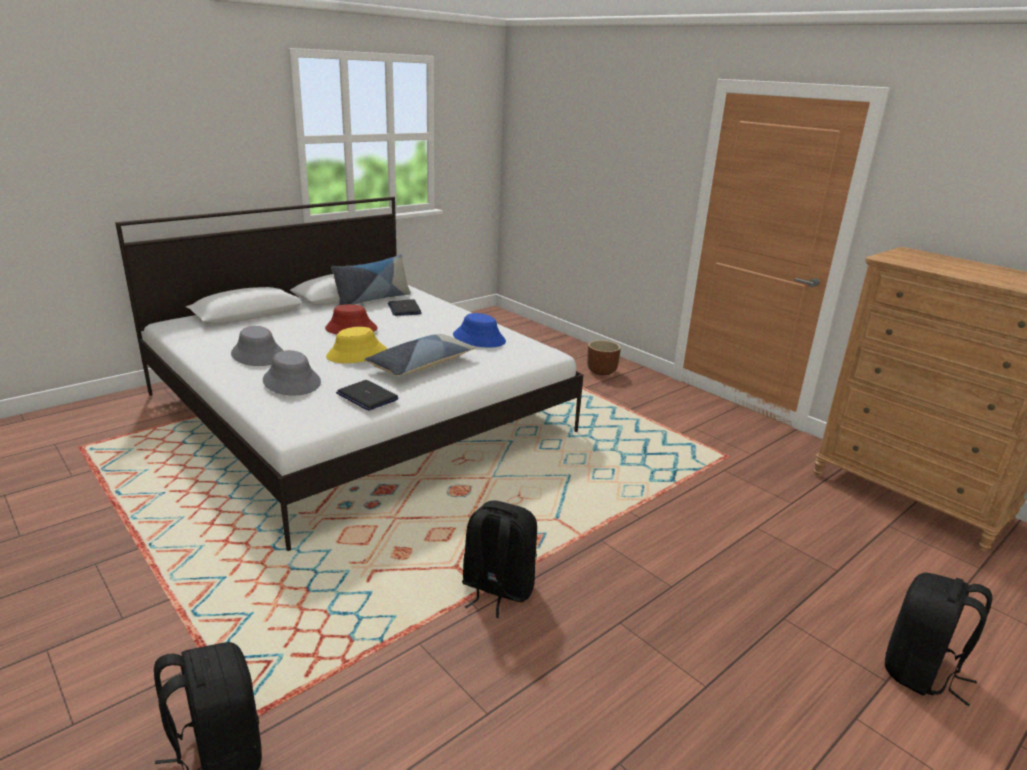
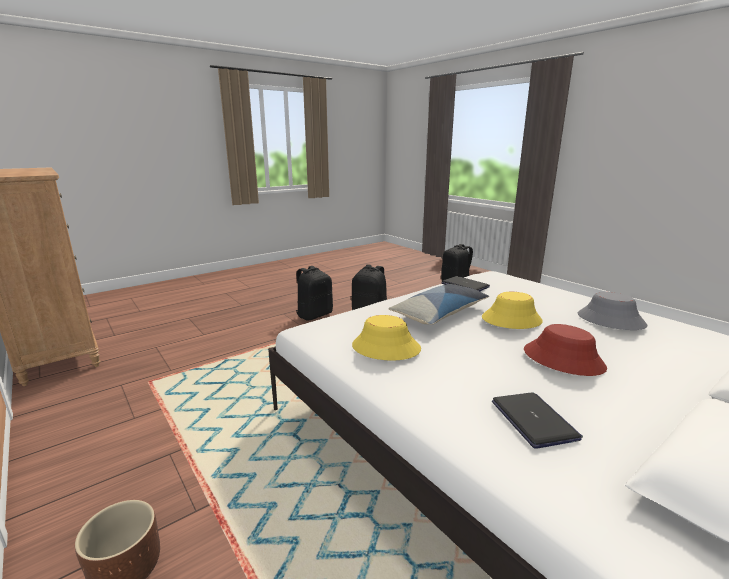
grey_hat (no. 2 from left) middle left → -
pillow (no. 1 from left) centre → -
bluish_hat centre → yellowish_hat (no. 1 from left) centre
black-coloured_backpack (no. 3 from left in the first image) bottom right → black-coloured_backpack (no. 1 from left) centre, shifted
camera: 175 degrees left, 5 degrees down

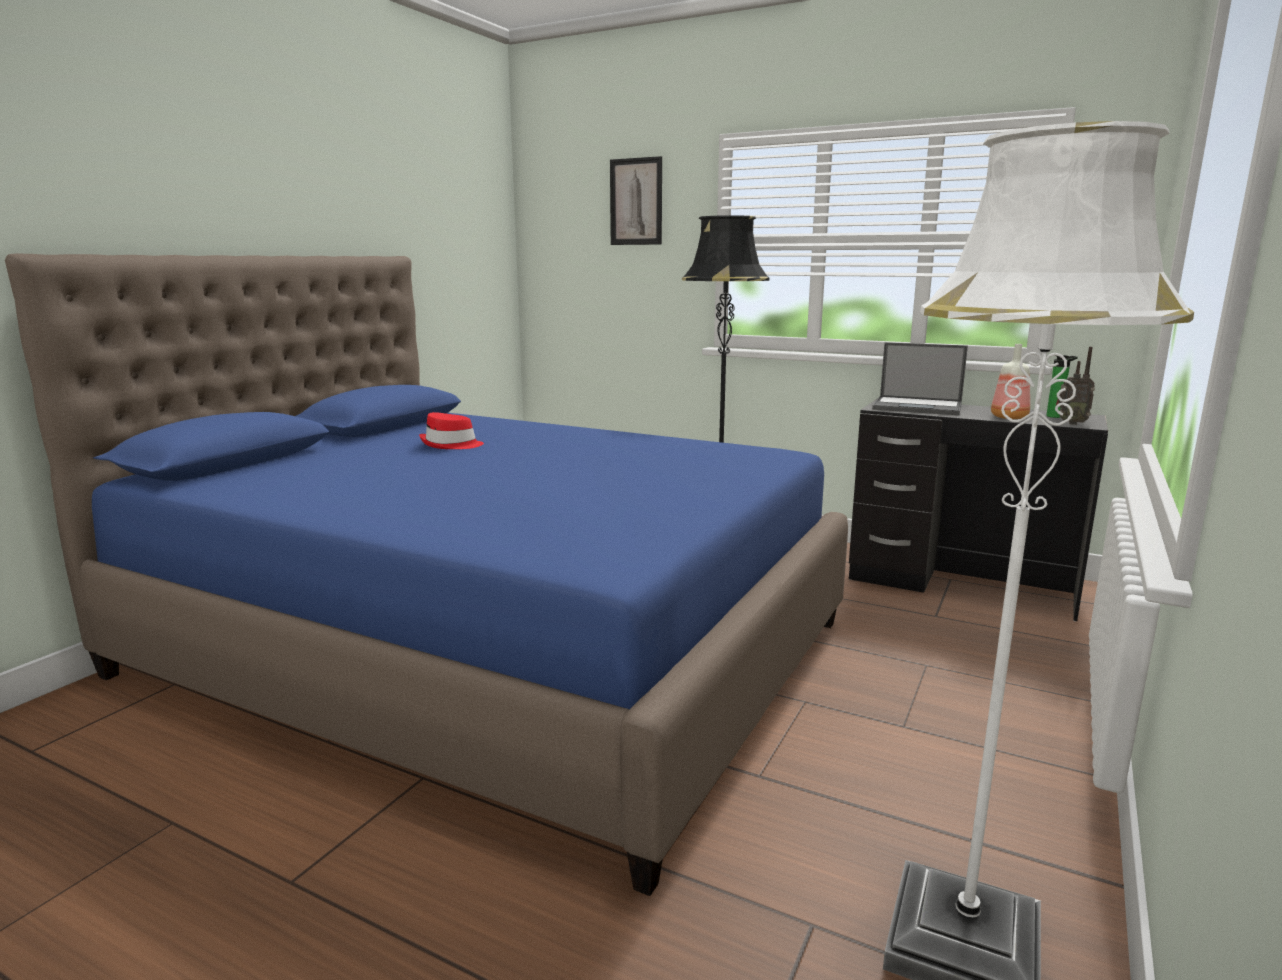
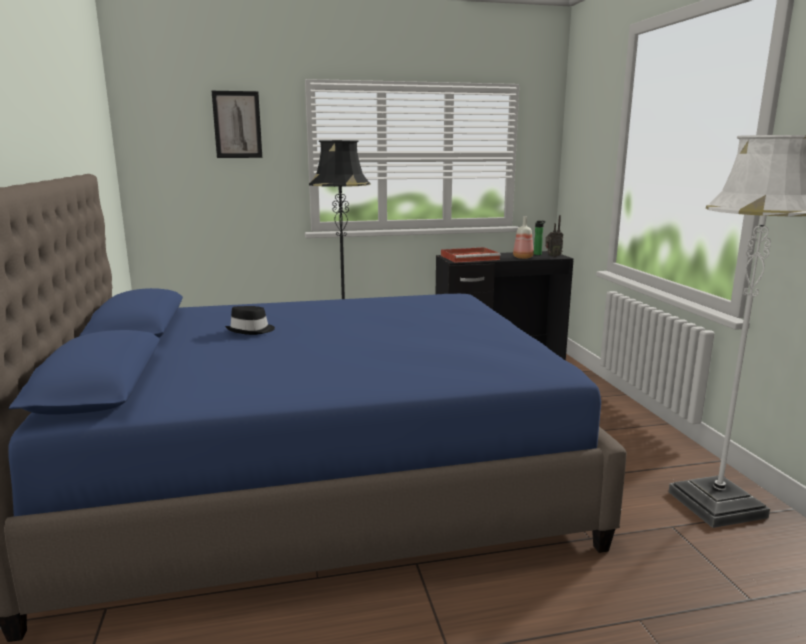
red_hat centre → black-coloured_hat middle left
portable_computer middle right → red_carrying_tray centre
camera: 40 degrees left, 0 degrees up

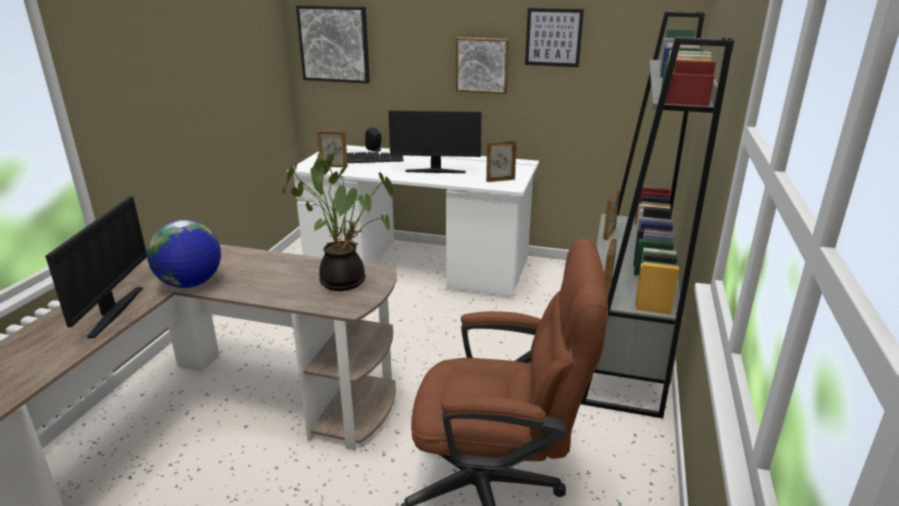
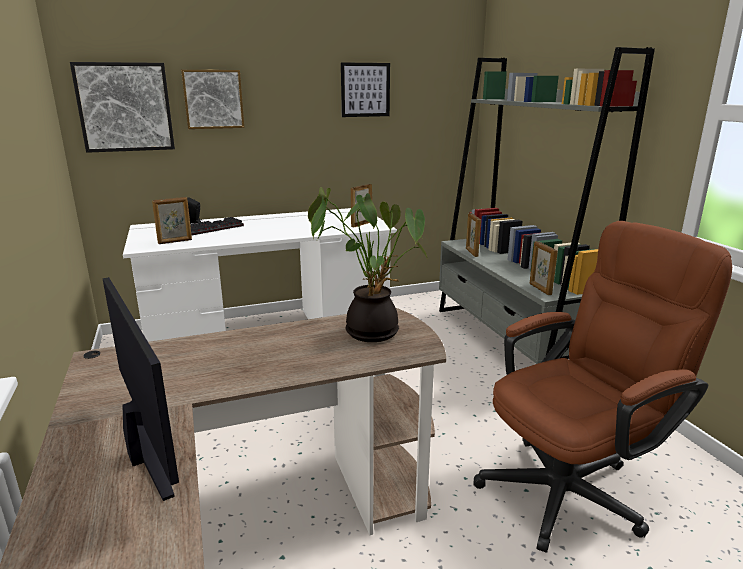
world_globe middle left → -
computer_screen (no. 2 from left) top centre → -
wall_art (no. 2 from left) top centre → wall_art (no. 2 from left) top left, shifted
camera: 35 degrees left, 5 degrees down

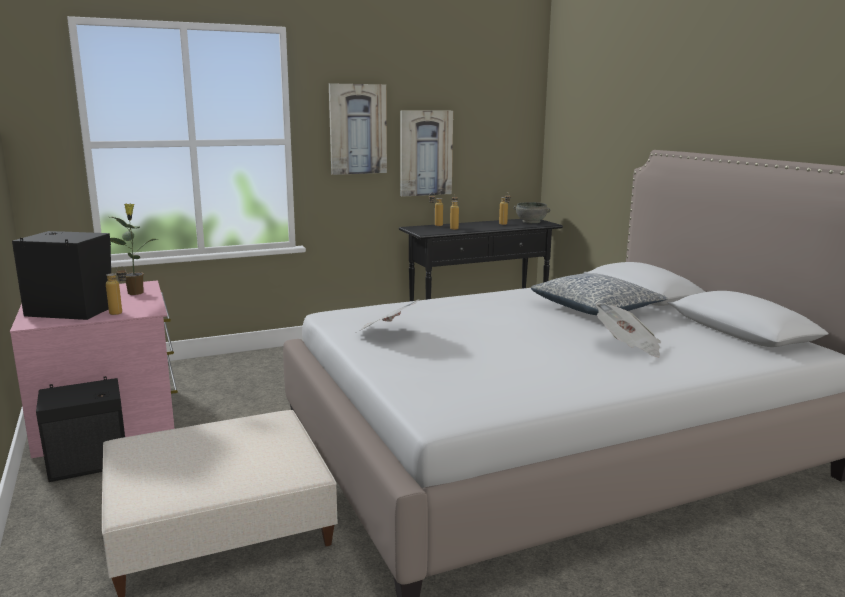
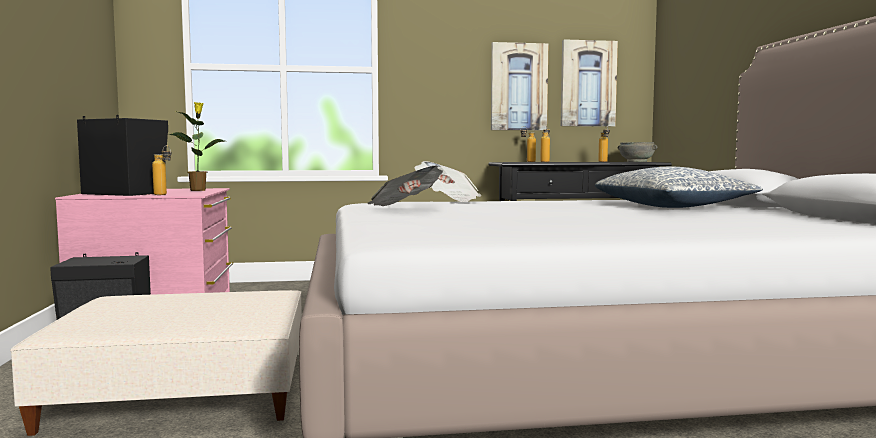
wall_art (no. 1 from left in the first image) top centre → wall_art (no. 2 from left) top right, shifted
newspaper (no. 2 from left) middle right → newspaper (no. 2 from left) centre, shifted
camera: 15 degrees right, 10 degrees down

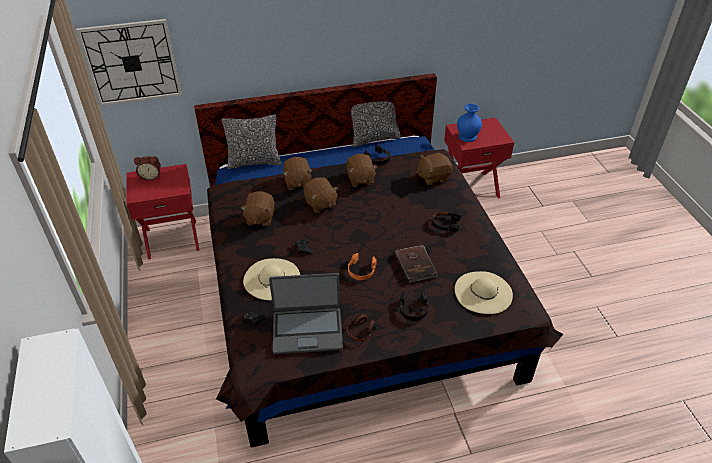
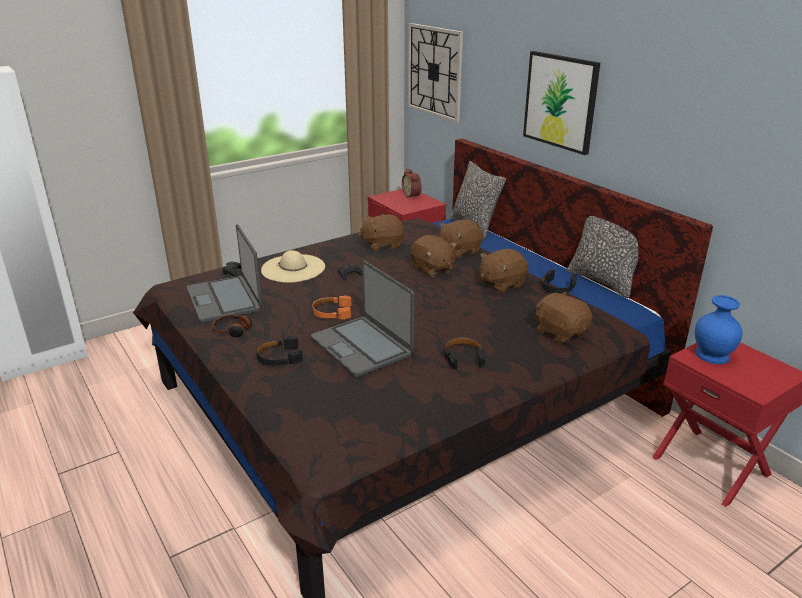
brown-coloured_cuddly_toy (no. 3 from left in the first image) centre → brown-coloured_cuddly_toy (no. 2 from left) centre, 75 degrees counterclockwise
brown-coloured_volume centre → portable_computer (no. 2 from left) centre
sand-coloured_hat (no. 2 from left) middle right → -
- → wall_art top right
camera: 70 degrees right, 15 degrees down

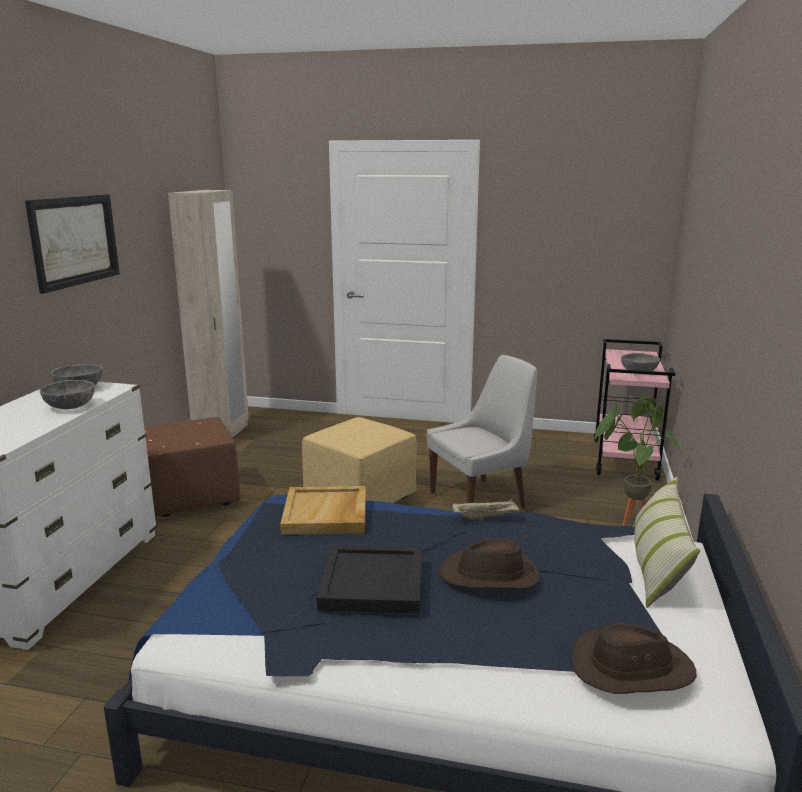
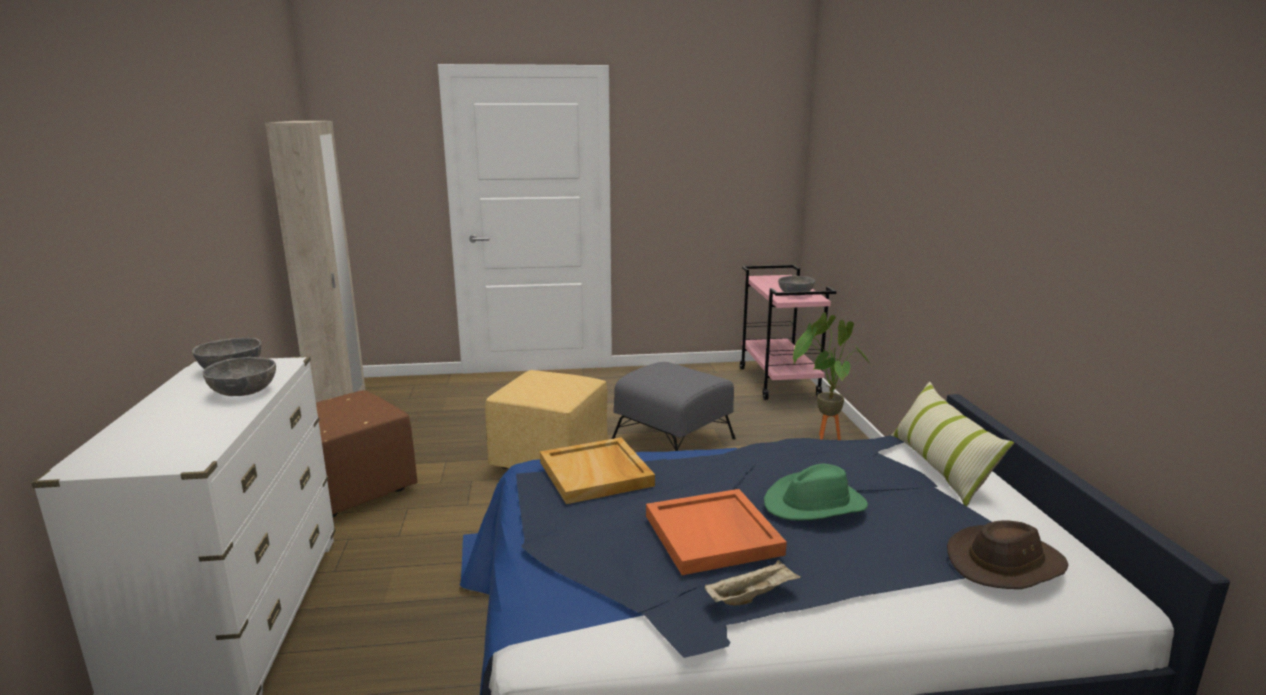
wall_art top left → -
black-coloured_carrying_tray bottom centre → orange-coloured_carrying_tray bottom centre
whitish_chair centre → grey_pouffe centre
brown-coloured_hat (no. 1 from left) bottom centre → greenish_hat bottom centre
sand-coloured_carrying_tray (no. 2 from left) centre → sand-coloured_carrying_tray (no. 2 from left) bottom centre, shifted
camera: 20 degrees left, 0 degrees up

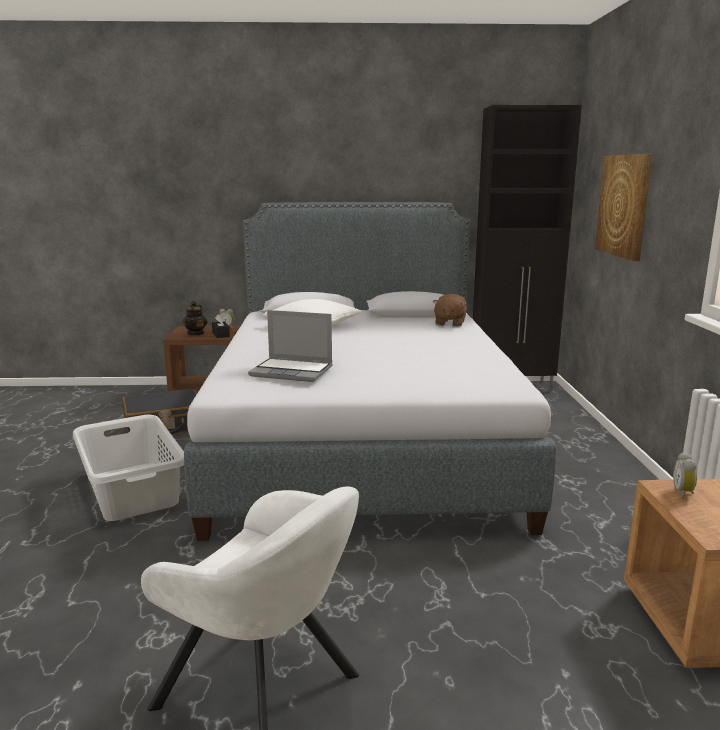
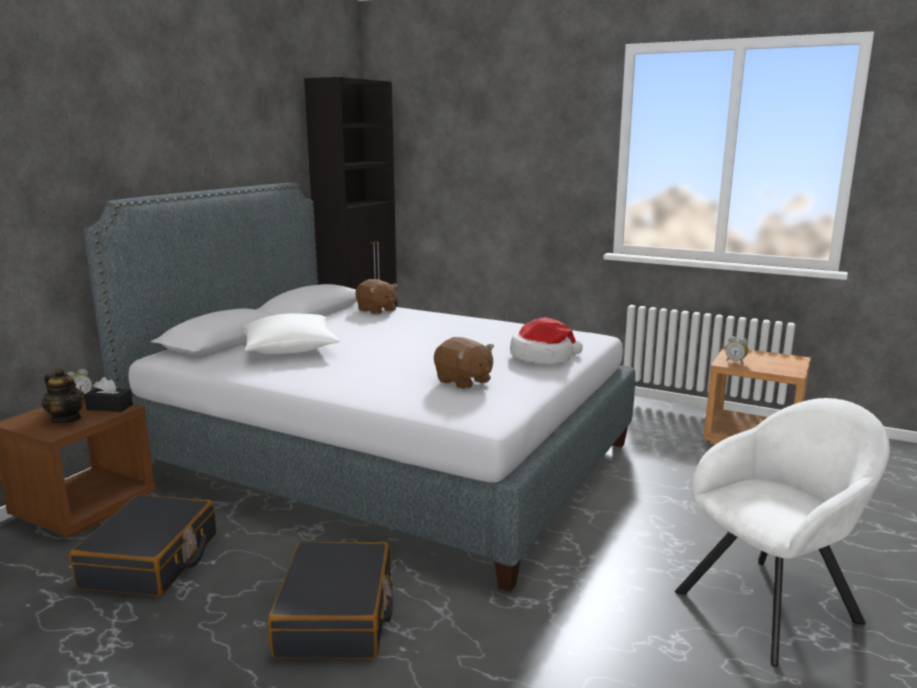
grey_hamper middle left → black-coloured_travel_case (no. 2 from left) bottom centre
portable_computer centre → brown-coloured_cuddly_toy (no. 2 from left) centre
wall_art top right → -
- → hat centre
camera: 60 degrees left, 0 degrees up

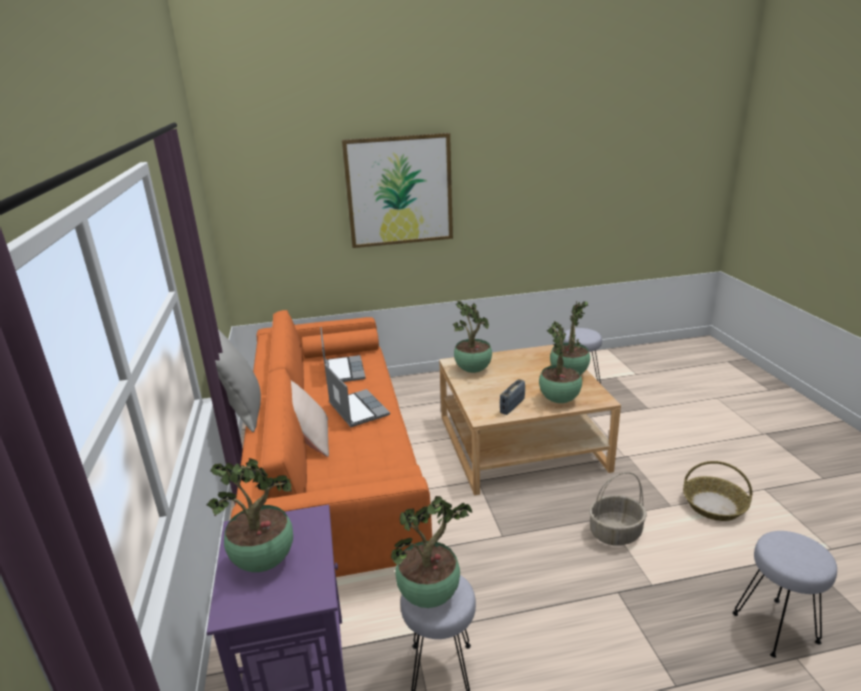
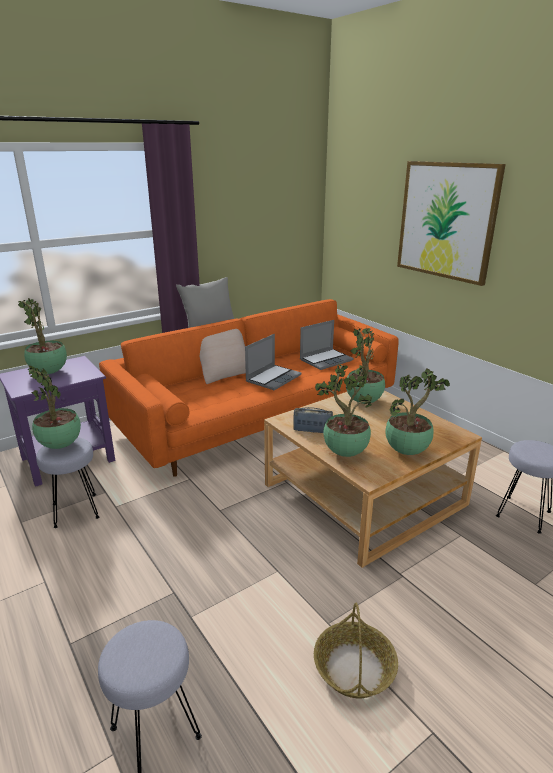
household_basket (no. 1 from left) bottom right → -
camera: 65 degrees right, 0 degrees up

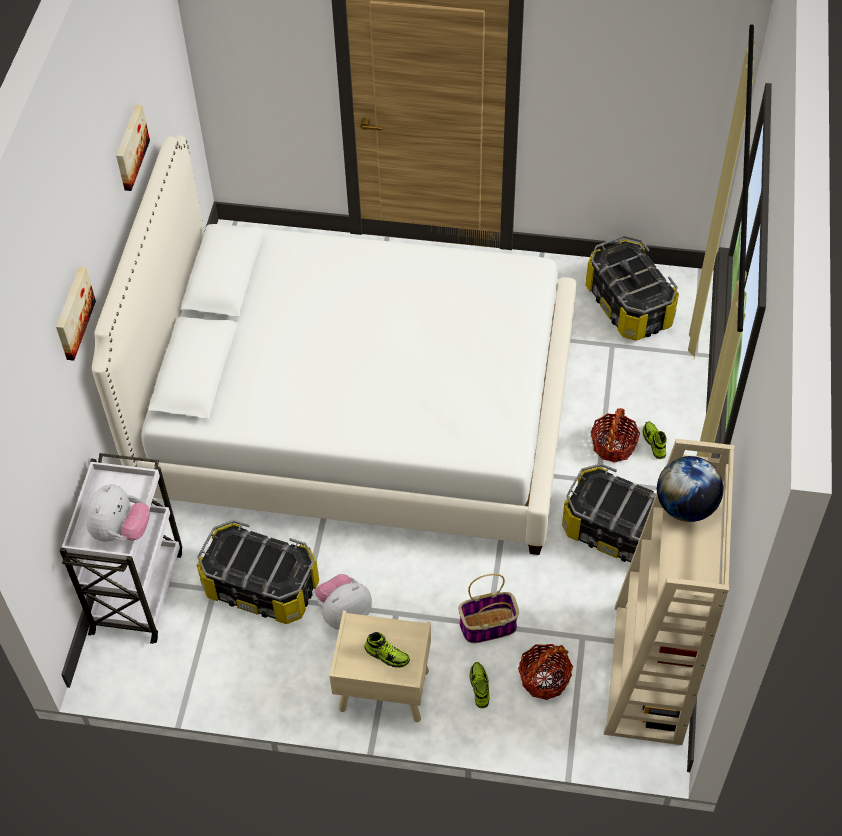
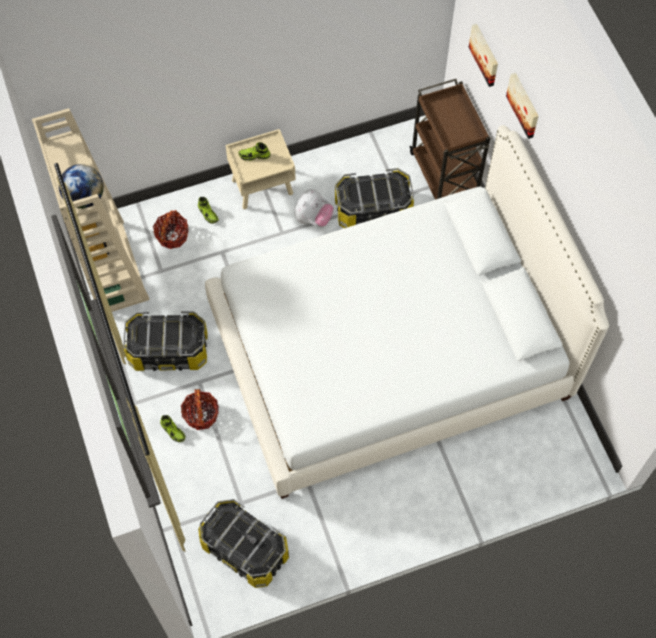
whitish_trolley middle left → brown-coloured_trolley top right
cuddly_toy (no. 1 from left) middle left → -
wall_art (no. 2 from left in the first image) top left → wall_art (no. 1 from left) top right, shifted
household_basket (no. 1 from left) bottom centre → -
camera: 150 degrees right, 10 degrees up

